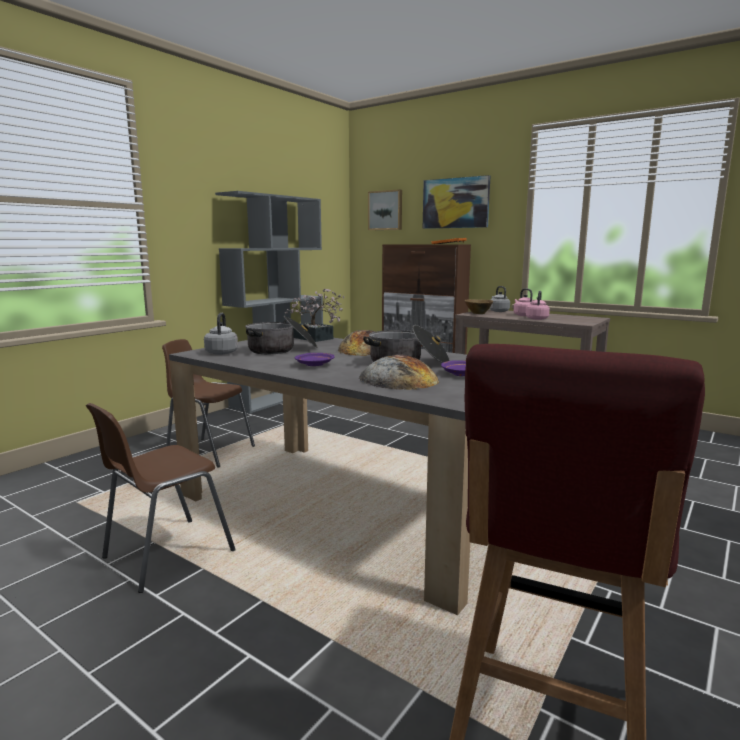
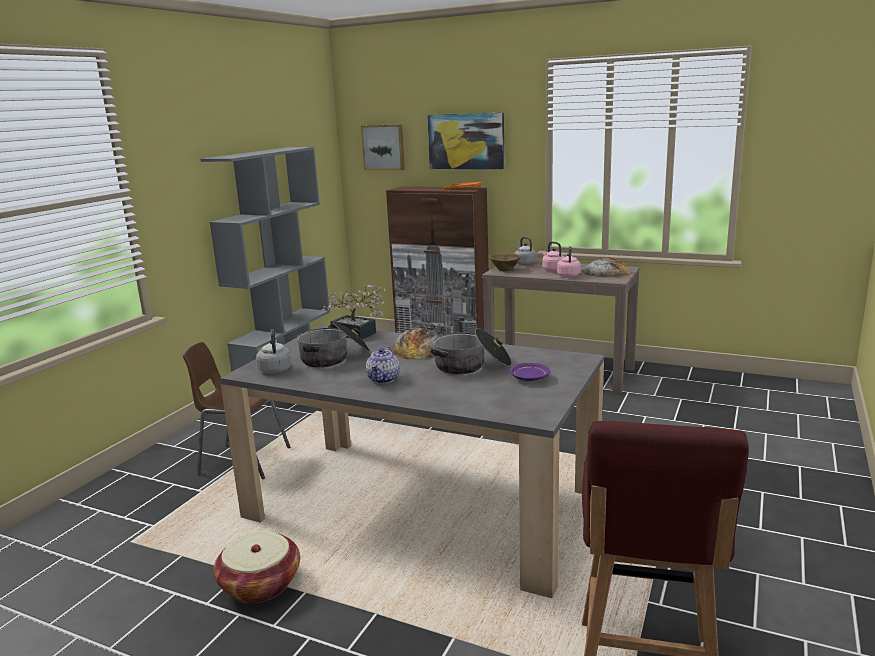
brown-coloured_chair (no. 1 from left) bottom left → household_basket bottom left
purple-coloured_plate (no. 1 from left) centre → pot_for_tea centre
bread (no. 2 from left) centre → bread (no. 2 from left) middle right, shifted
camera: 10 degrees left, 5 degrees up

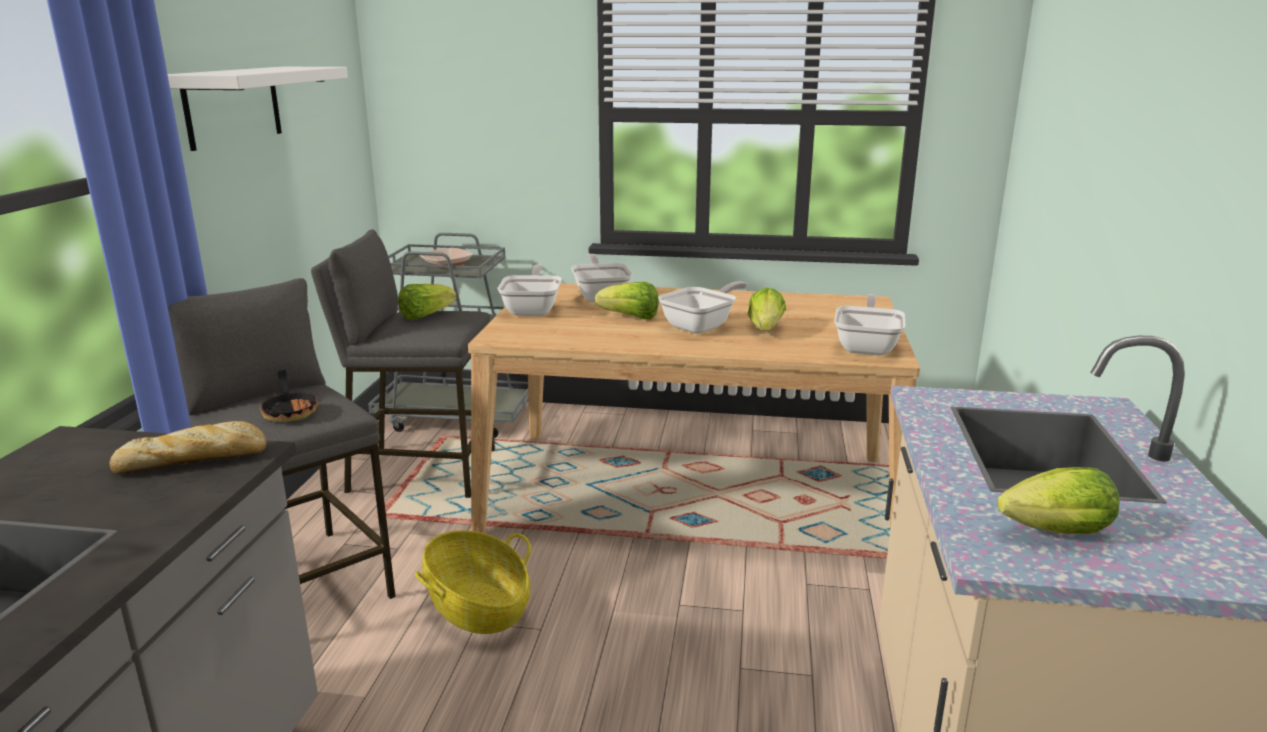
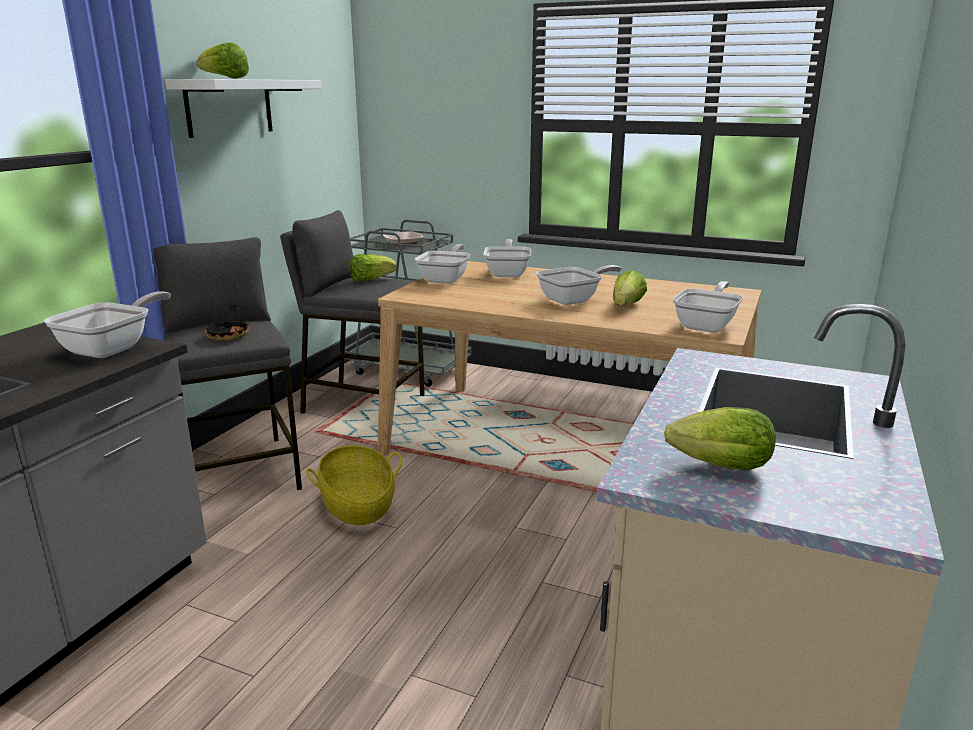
bread middle left → skillet (no. 1 from left) middle left
head_of_lettuce (no. 2 from left in the first image) centre → head_of_lettuce (no. 1 from left) top left, shifted
camera: 15 degrees right, 0 degrees up

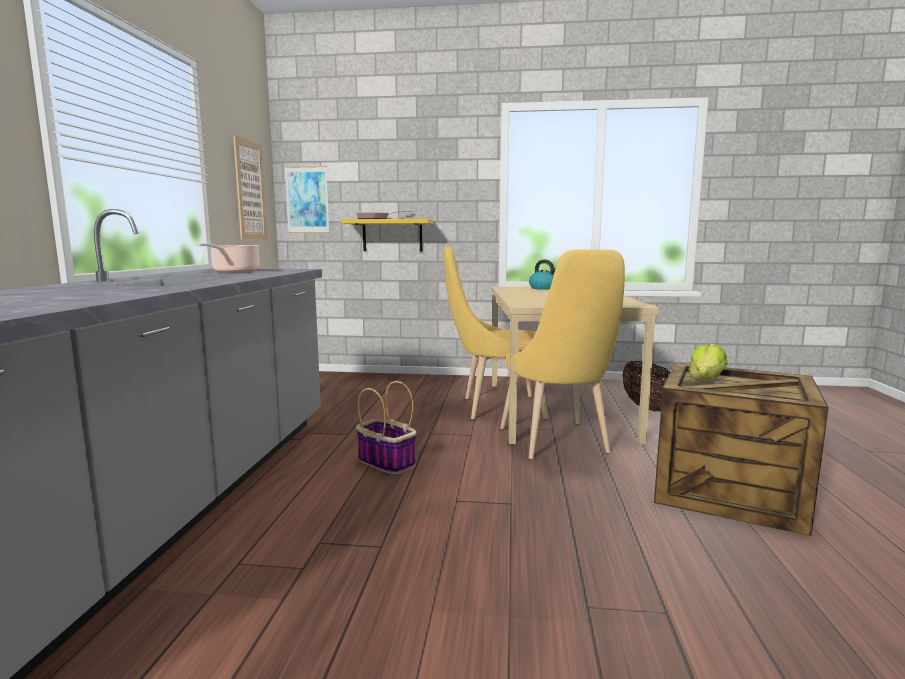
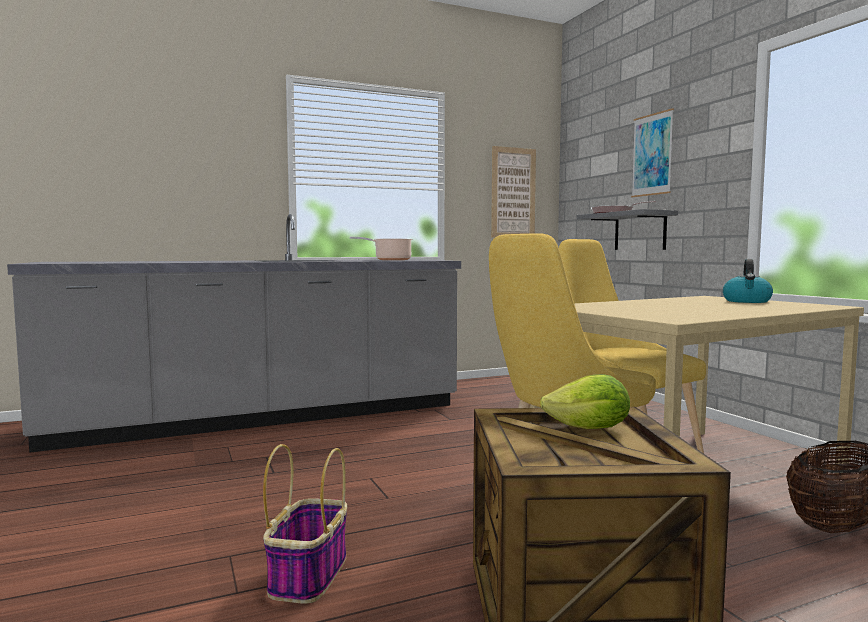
wall_art (no. 2 from left) top centre → wall_art (no. 2 from left) top right, shifted
yellowish_bracket_shelf centre → grey_bracket_shelf middle right
household_basket (no. 1 from left) centre → household_basket (no. 1 from left) bottom centre, shifted
camera: 60 degrees right, 5 degrees down

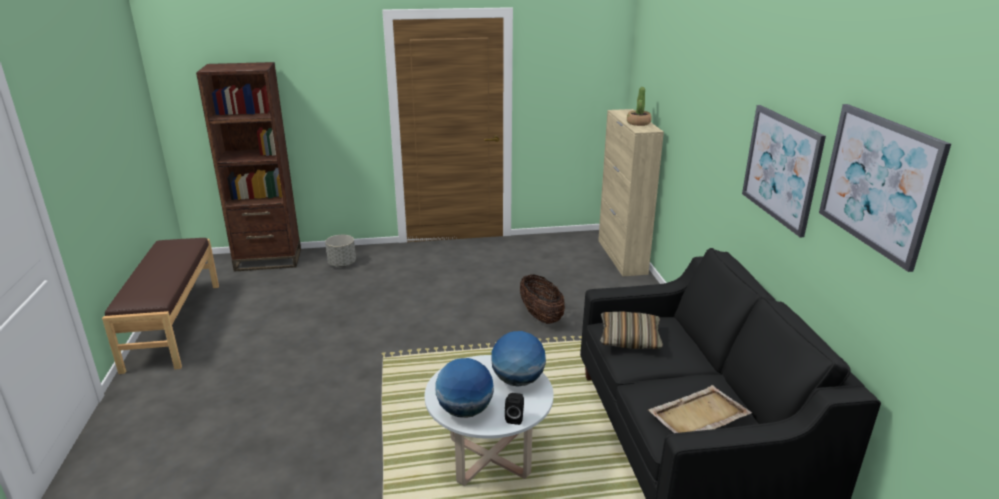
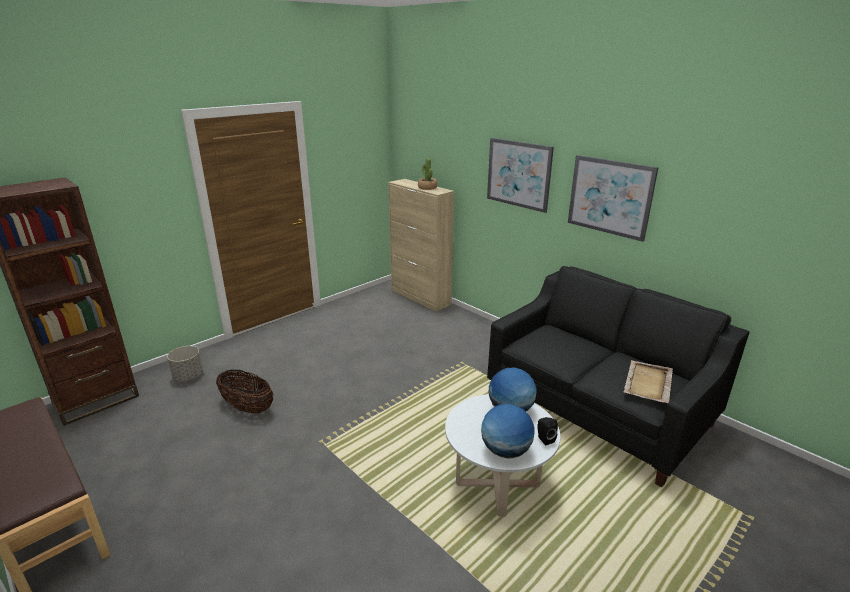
household_basket centre → household_basket middle left, shifted
pillow centre → -
wall_art (no. 2 from left in the first image) middle right → wall_art (no. 1 from left) top centre, shifted
camera: 35 degrees left, 0 degrees up

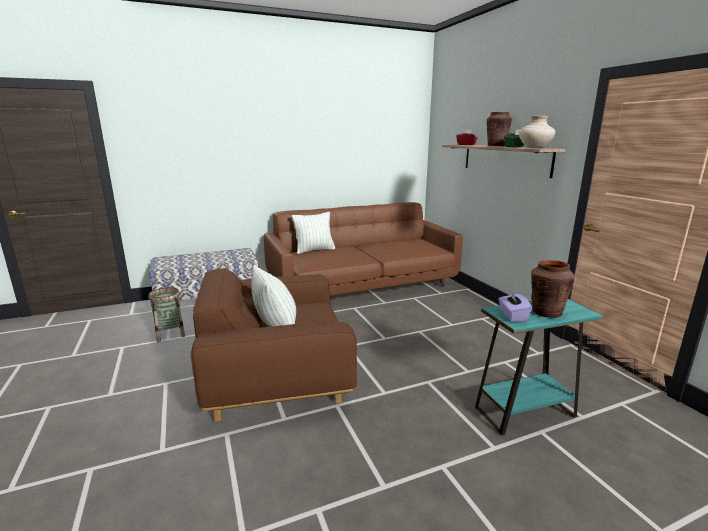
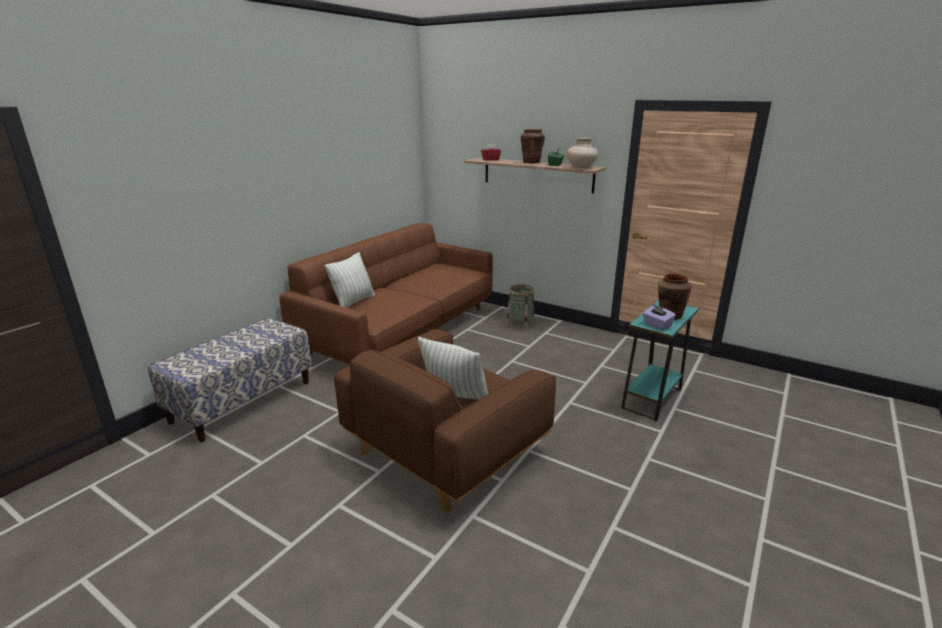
household_basket middle left → household_basket centre, shifted
camera: 35 degrees left, 5 degrees up

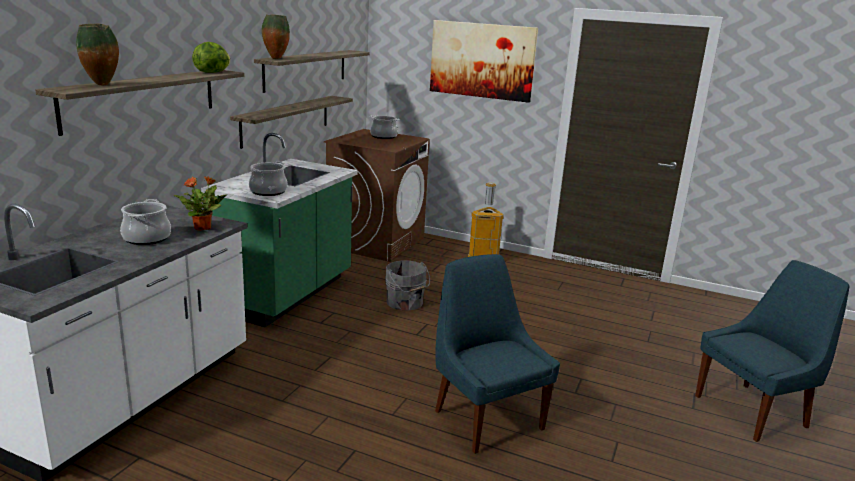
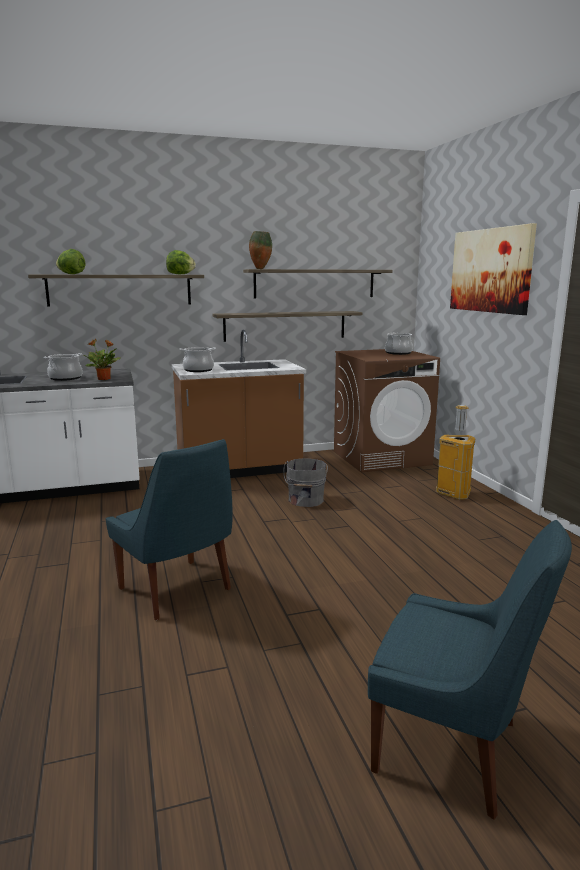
decorative_vase (no. 1 from left) top left → head_of_lettuce (no. 1 from left) top left
greenish_counter middle left → brown-coloured_counter centre
bluish_chair (no. 1 from left) bottom centre → bluish_chair (no. 1 from left) middle left, 120 degrees clockwise
camera: 50 degrees right, 5 degrees down

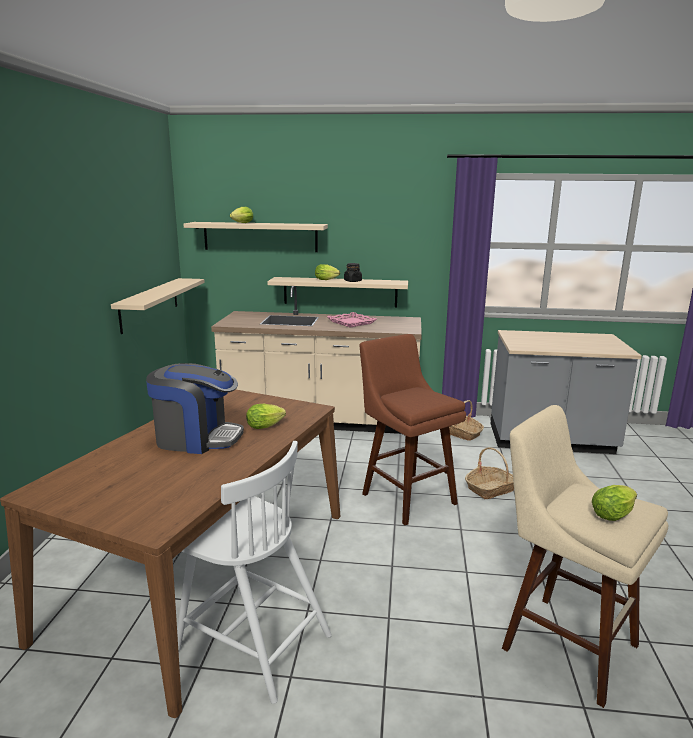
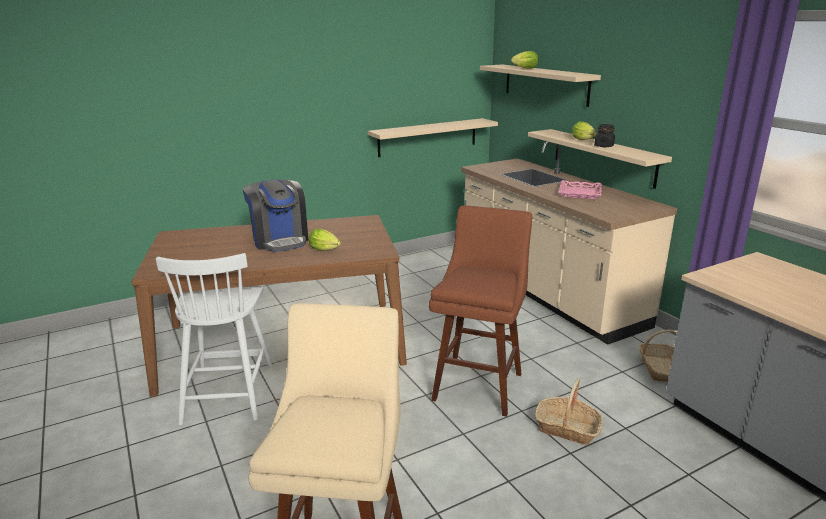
head_of_lettuce (no. 4 from left) bottom right → -
camera: 55 degrees right, 5 degrees up

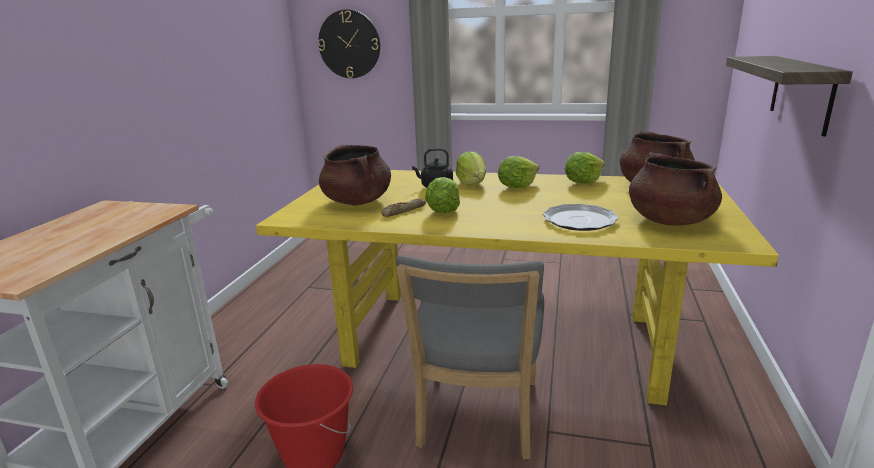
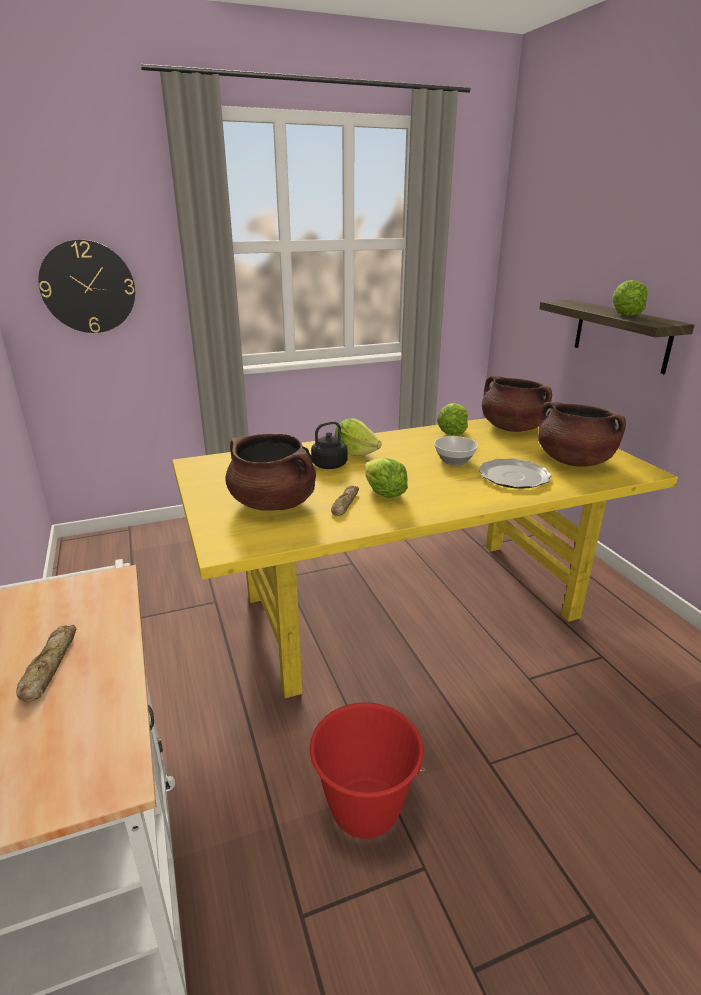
grey_chair bottom centre → -
head_of_lettuce (no. 3 from left in the first image) centre → head_of_lettuce (no. 4 from left) top right, shifted
- → bread (no. 1 from left) middle left
- → bowl centre
camera: 35 degrees left, 5 degrees up

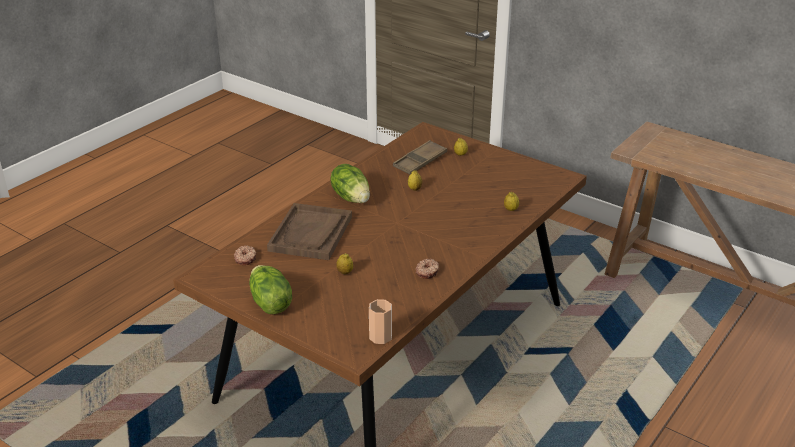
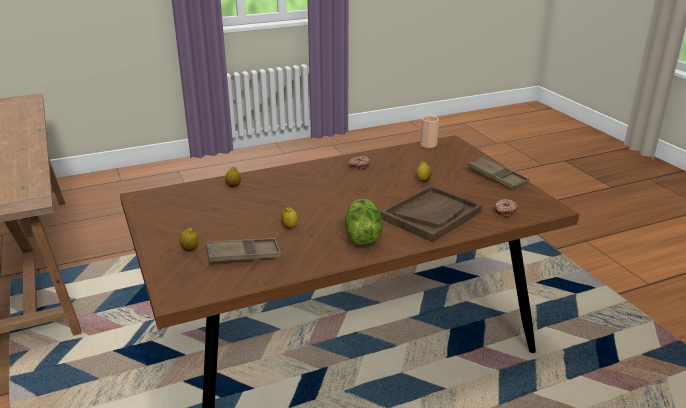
head_of_lettuce (no. 1 from left) centre → brown-coloured_carrying_tray (no. 3 from left) middle right
camera: 150 degrees left, 5 degrees down

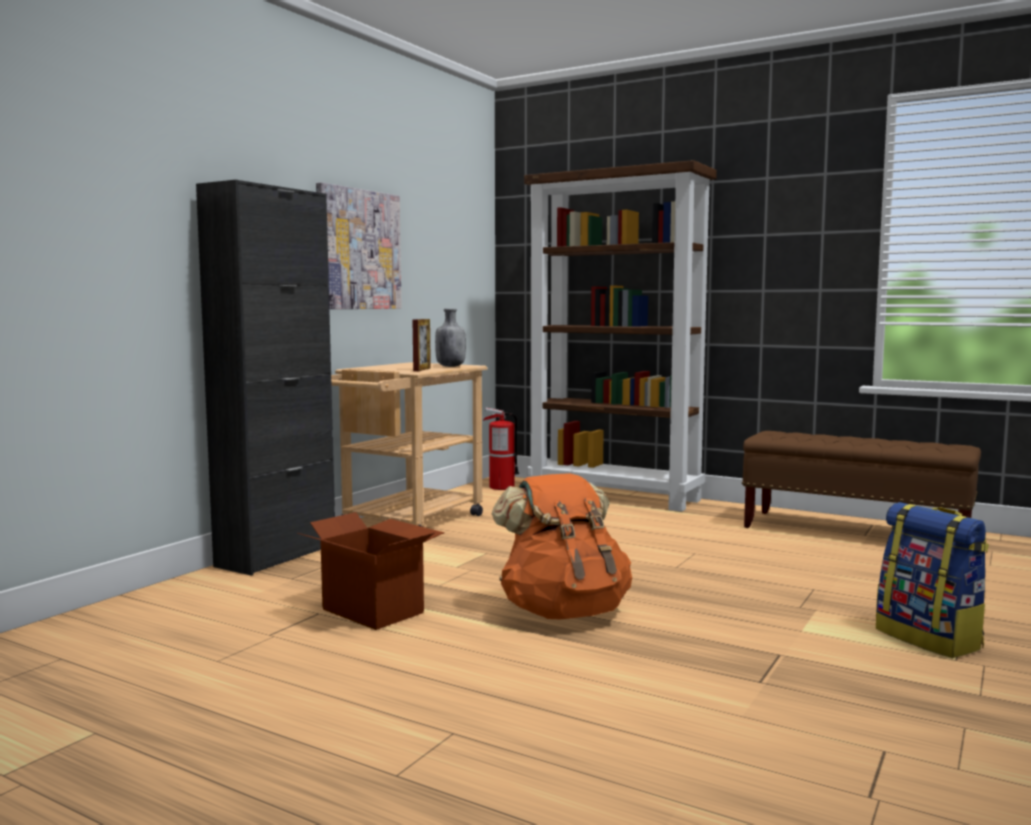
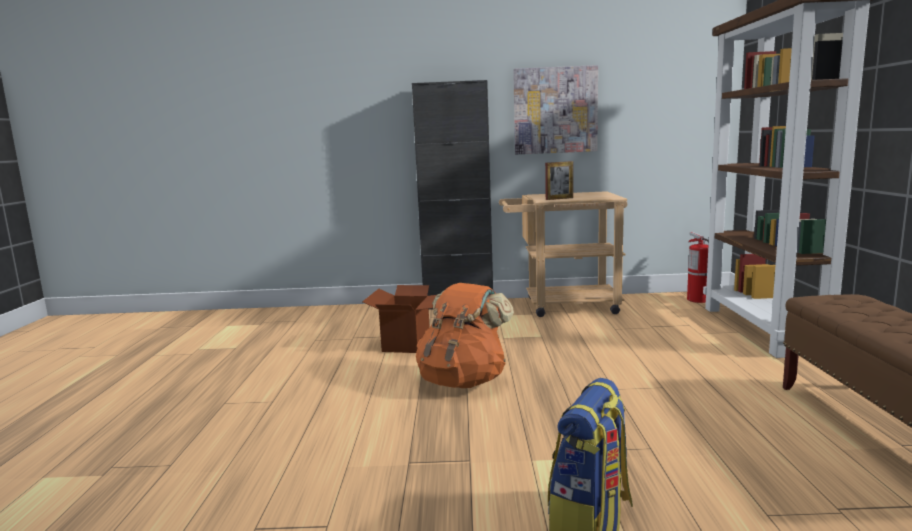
grey_beverage_bottle centre → -
camera: 60 degrees right, 5 degrees up

